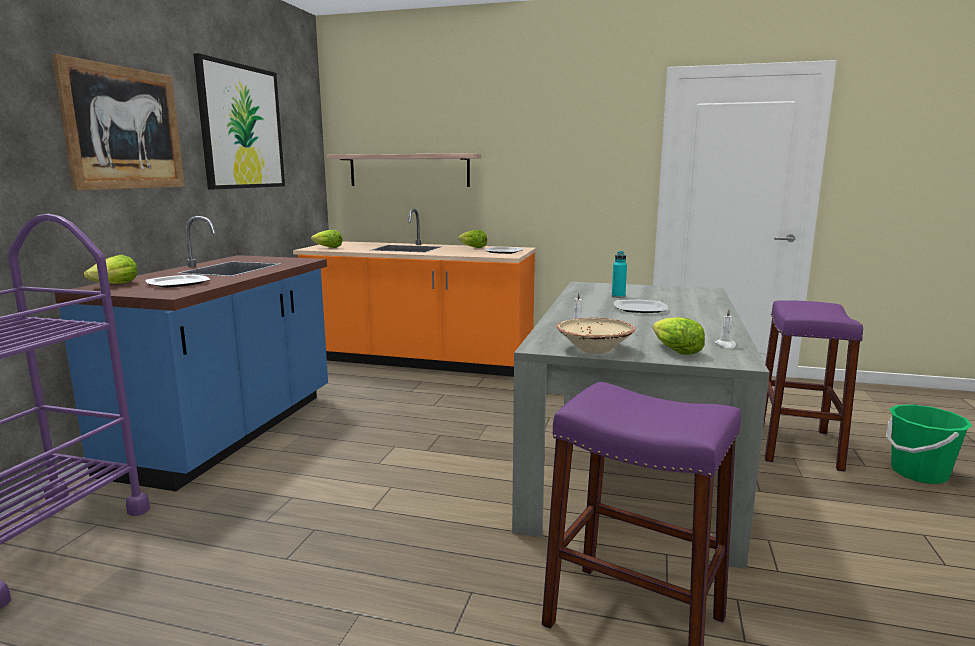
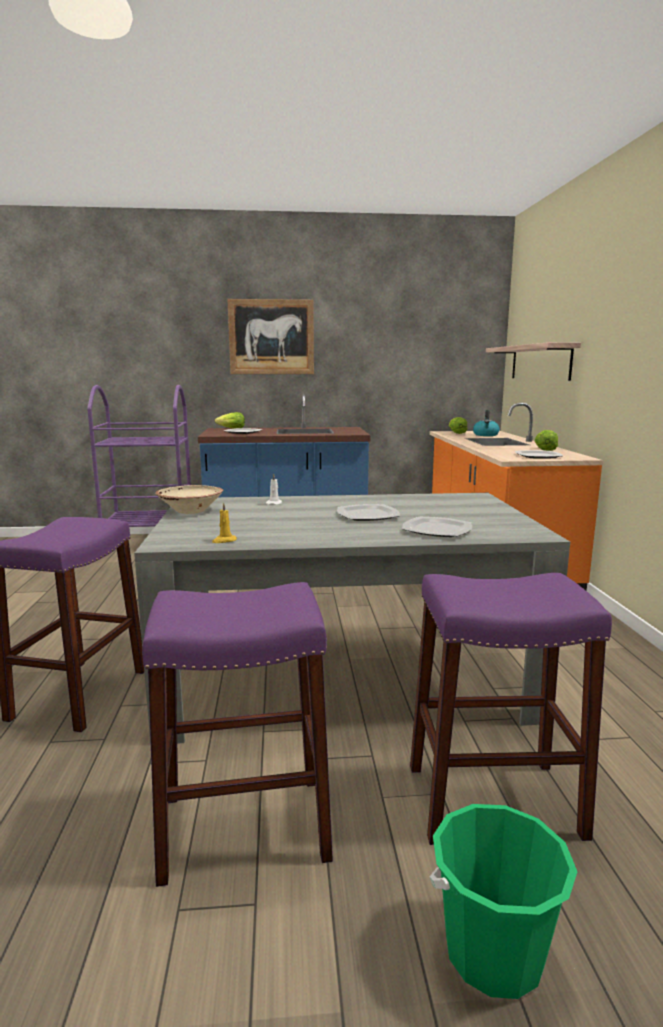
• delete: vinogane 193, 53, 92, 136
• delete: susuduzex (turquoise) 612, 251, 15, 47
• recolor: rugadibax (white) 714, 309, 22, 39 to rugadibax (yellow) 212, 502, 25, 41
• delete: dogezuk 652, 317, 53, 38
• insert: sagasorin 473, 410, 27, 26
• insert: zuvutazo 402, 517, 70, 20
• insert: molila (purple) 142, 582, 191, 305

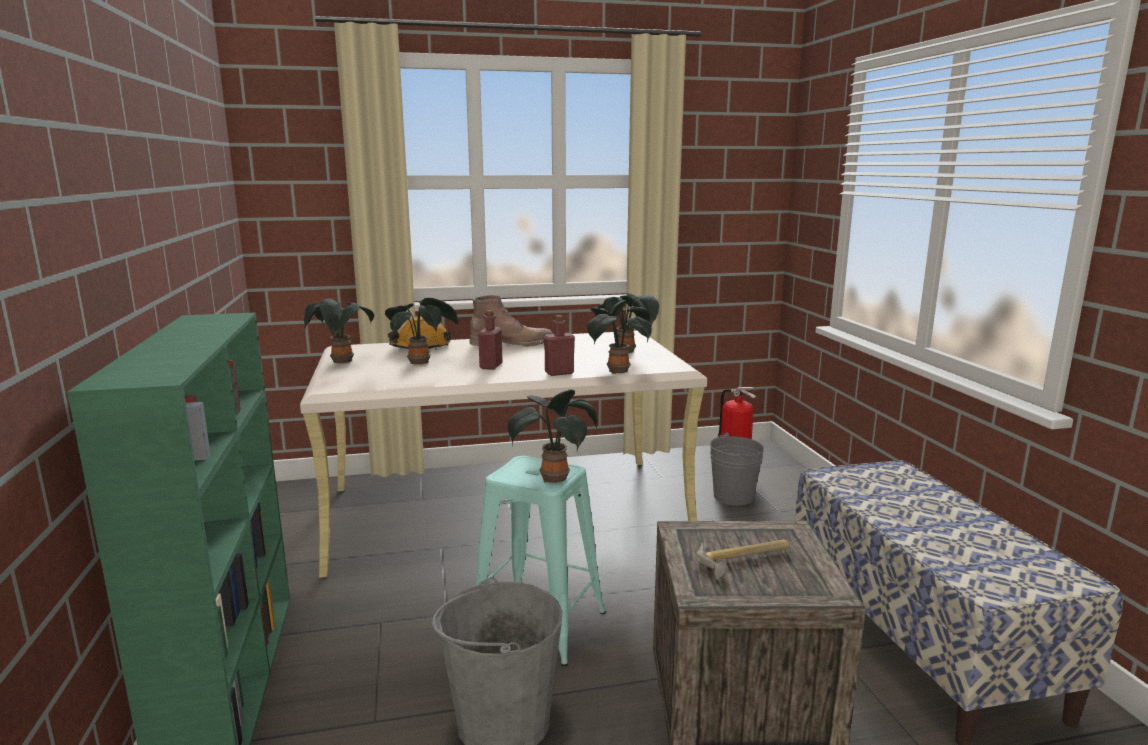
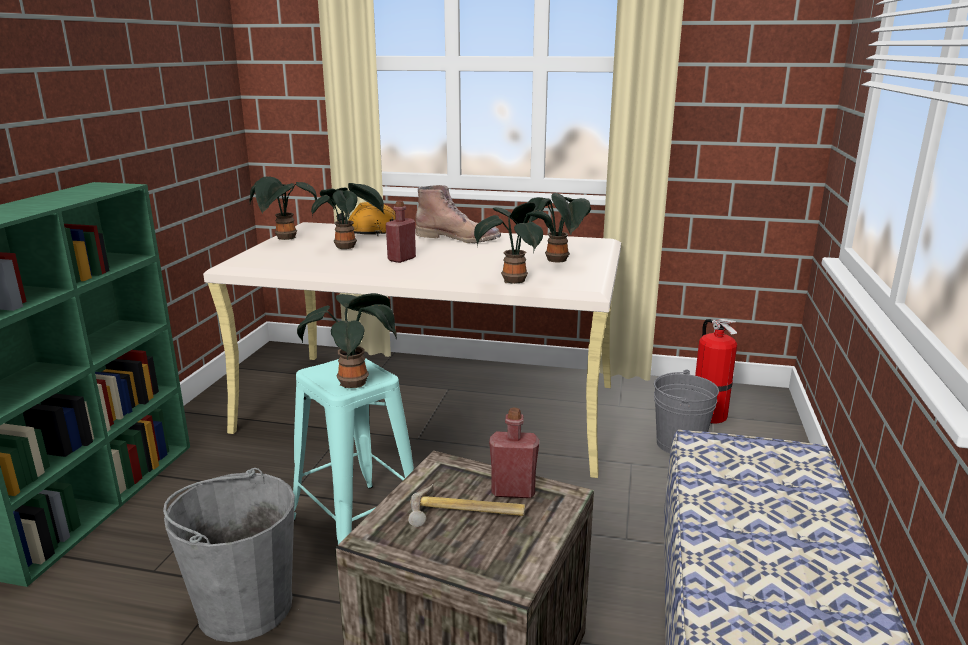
• move: susuduzex (red) 544, 315, 31, 61 to 489, 408, 50, 90

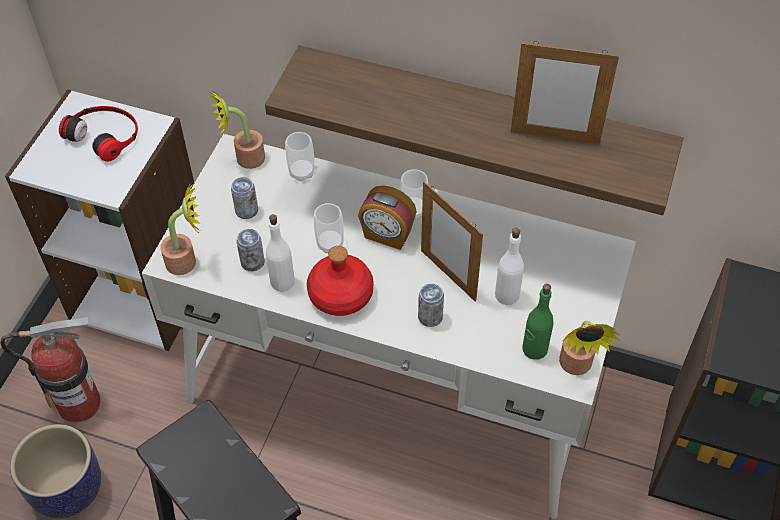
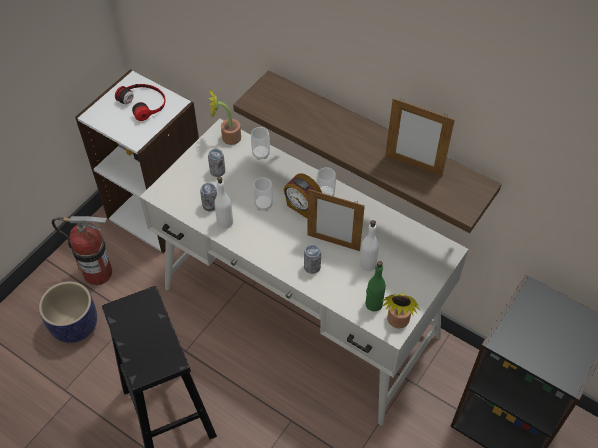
• rotate: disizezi 421, 181, 62, 121 = 307, 189, 58, 62 45 degrees counterclockwise
• delete: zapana 160, 182, 41, 93
• delete: susuduzex (red) 307, 246, 67, 70

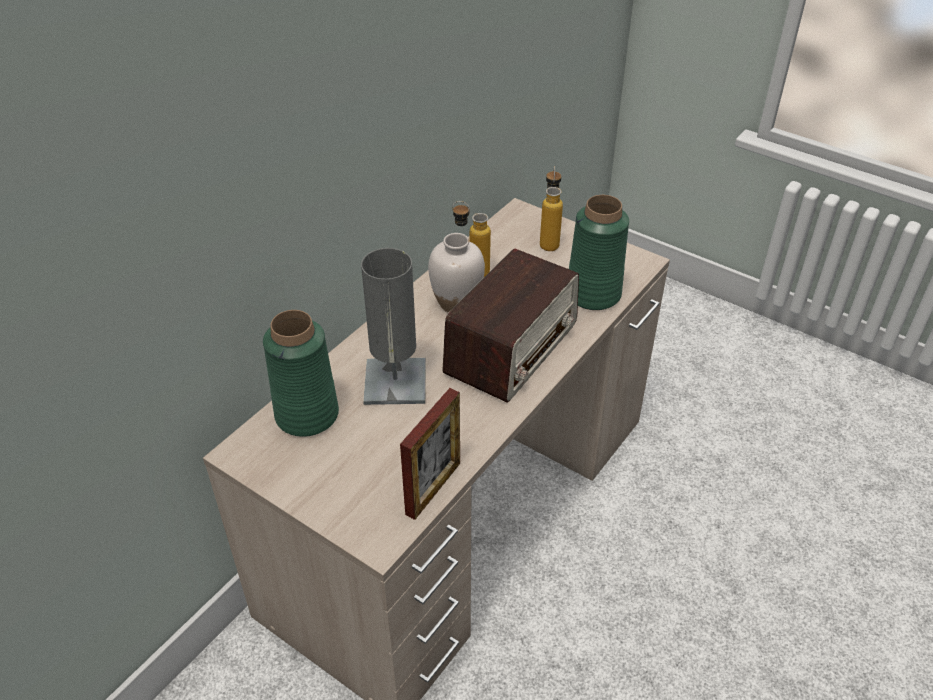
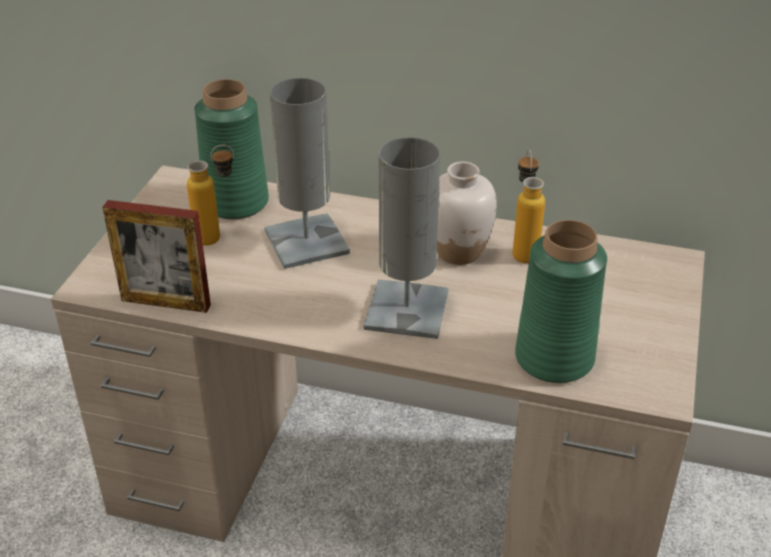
• move: susuduzex 540, 166, 23, 85 to 187, 145, 47, 101
• replace: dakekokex 442, 248, 137, 155 to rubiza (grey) 364, 137, 85, 202

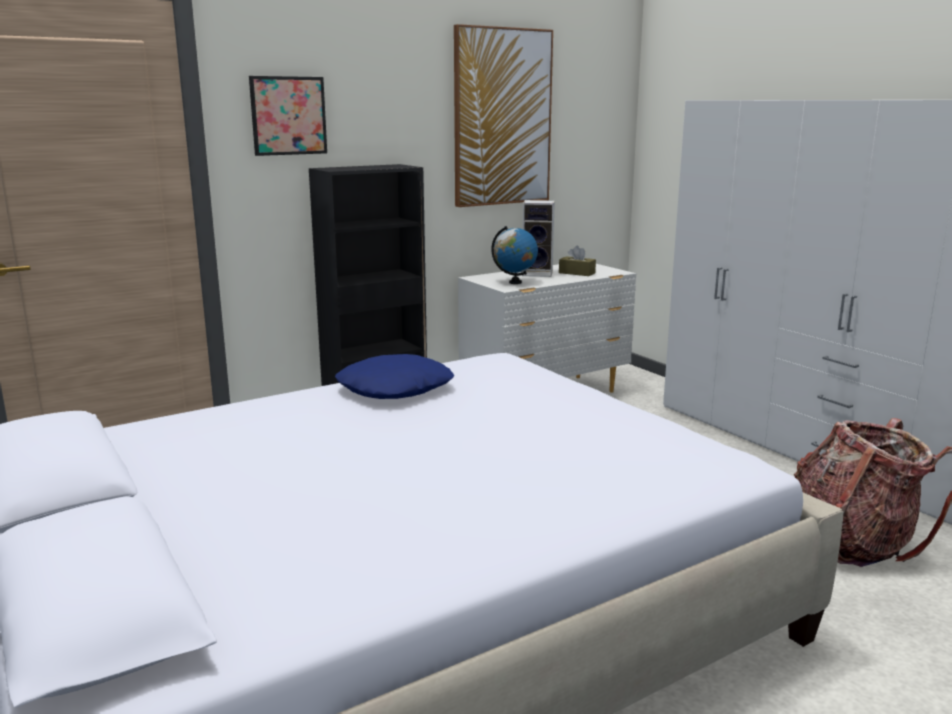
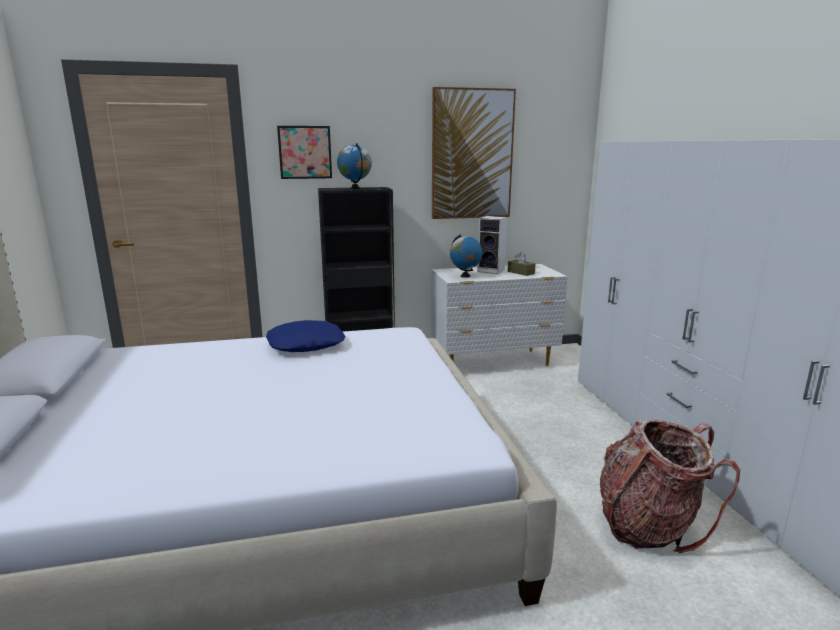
• insert: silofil 337, 143, 35, 46

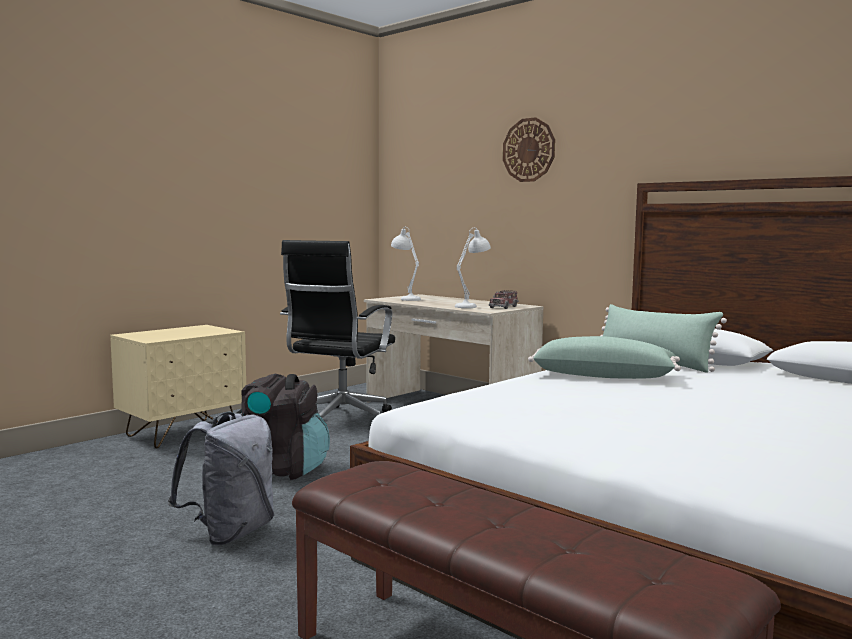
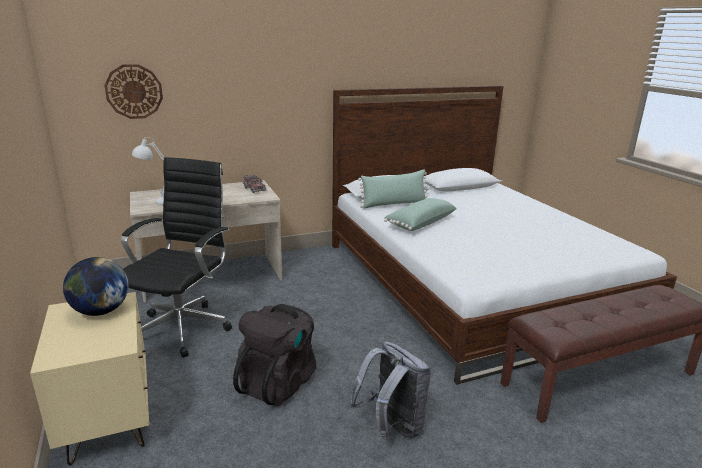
• move: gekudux 503, 117, 52, 65 to 104, 64, 59, 55
• delete: rubiza (white) 455, 227, 36, 81
• rotate: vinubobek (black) 280, 240, 115, 177 = 121, 157, 111, 201 120 degrees counterclockwise
• insert: silofil 63, 257, 65, 59

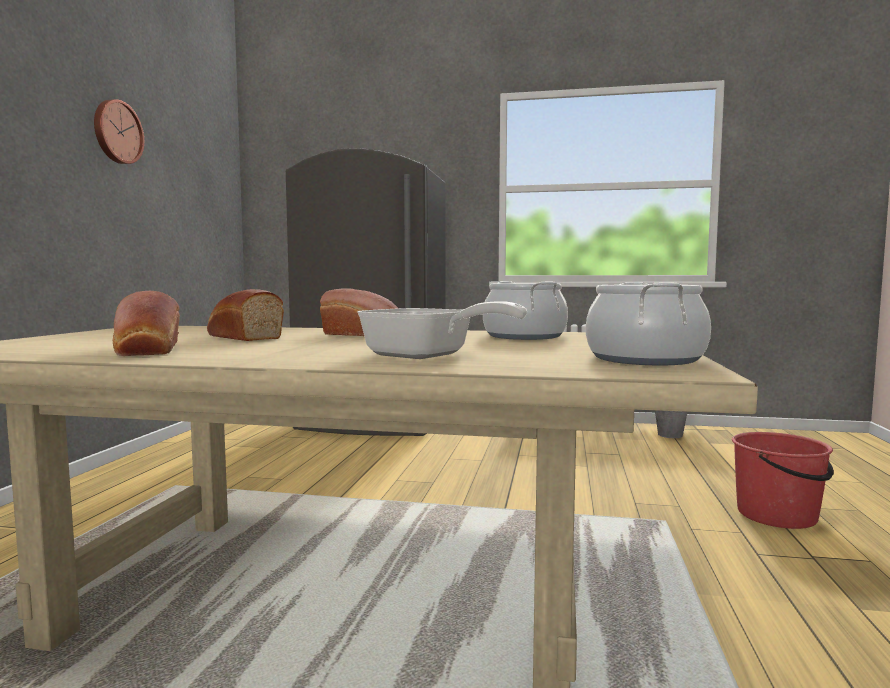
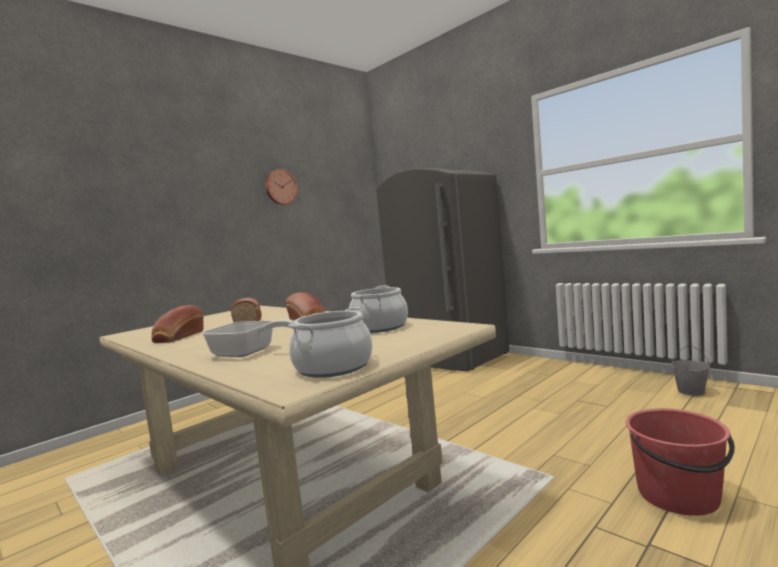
• rotate: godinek 357, 301, 170, 58 = 202, 319, 92, 38 45 degrees counterclockwise

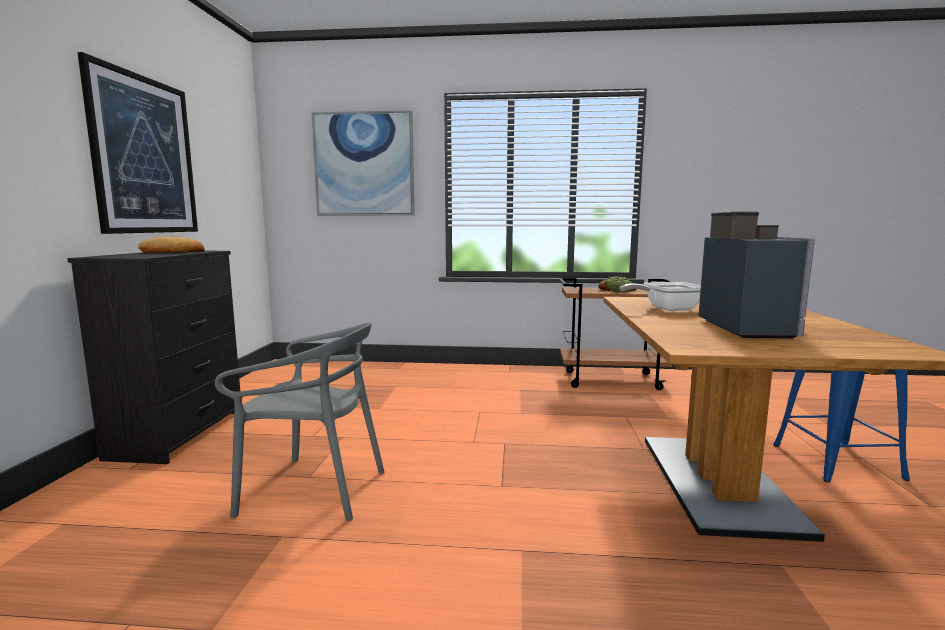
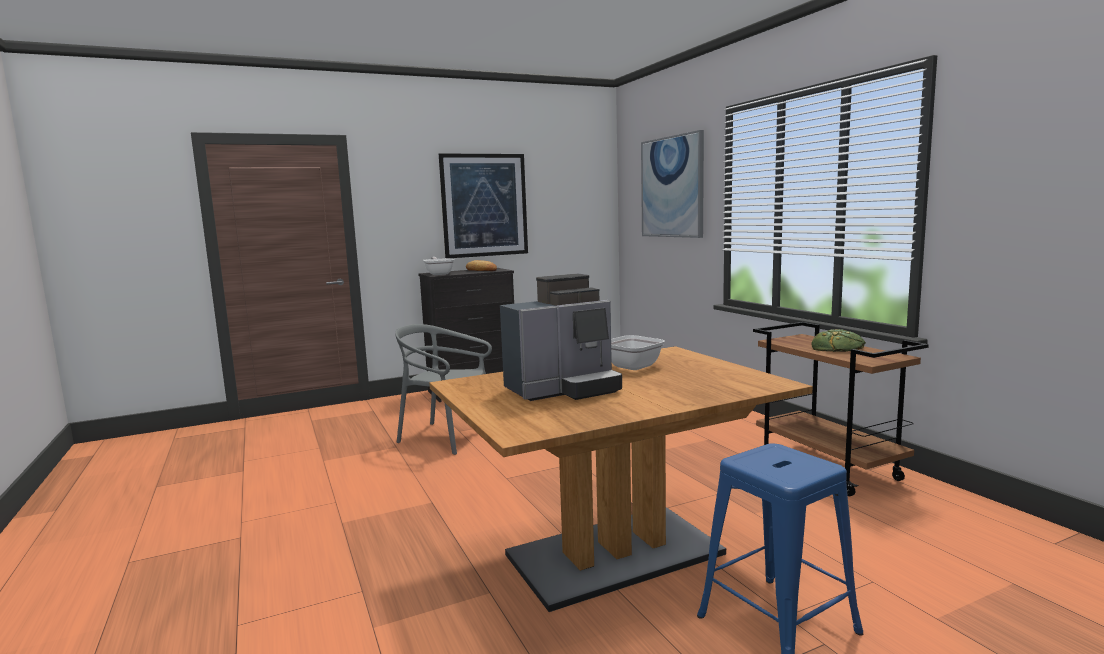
• rotate: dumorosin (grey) 215, 322, 170, 199 = 395, 324, 97, 131 135 degrees clockwise
• insert: godinek 423, 257, 31, 18

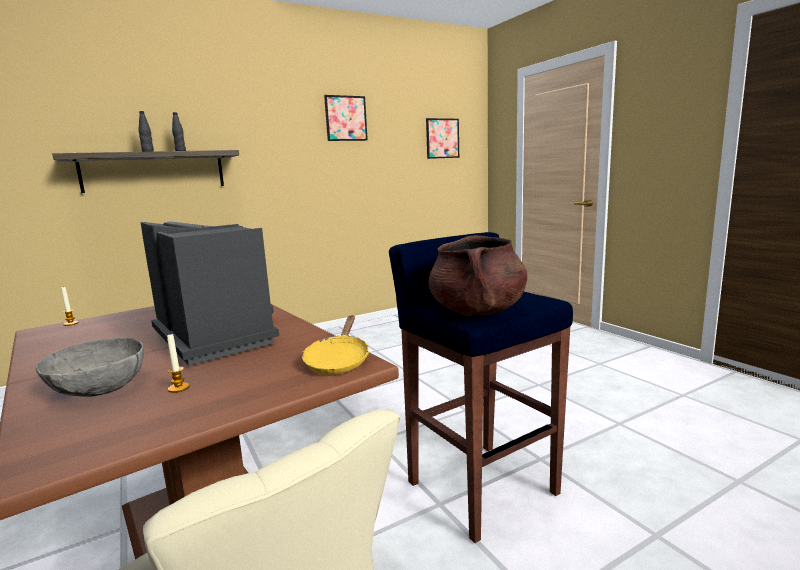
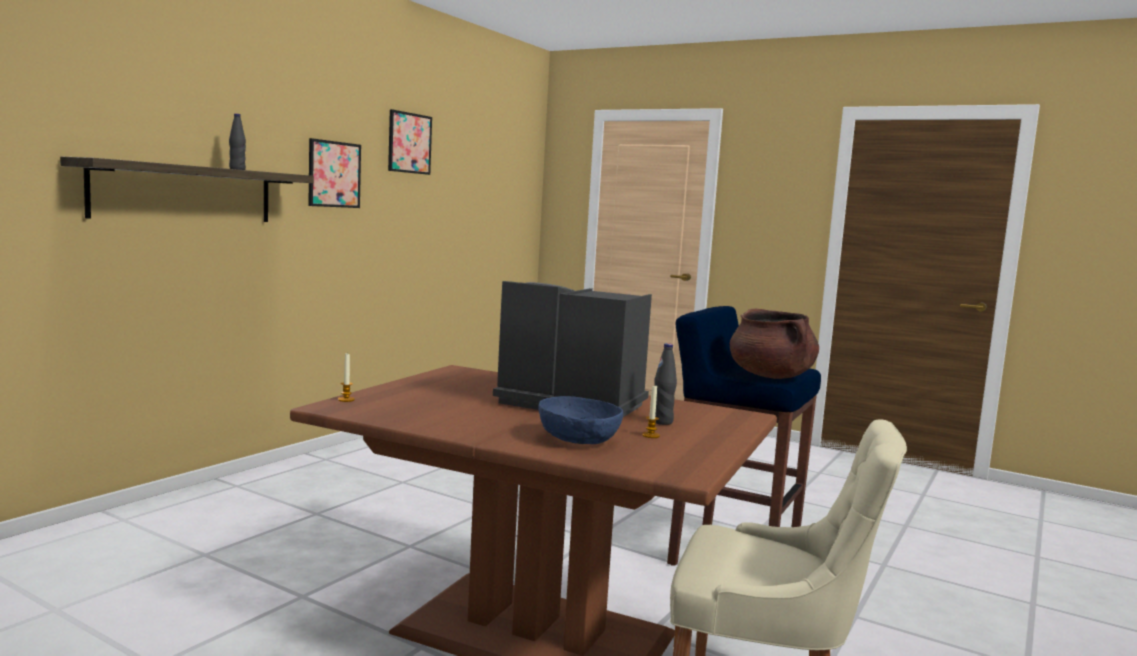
• move: susuduzex (black) 138, 111, 16, 41 to 654, 343, 23, 82
• move: vinogane 426, 118, 33, 41 to 308, 138, 53, 70
• delete: godinek (yellow) 302, 315, 67, 60
• recolor: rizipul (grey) 36, 338, 108, 59 to rizipul (blue) 538, 396, 85, 48

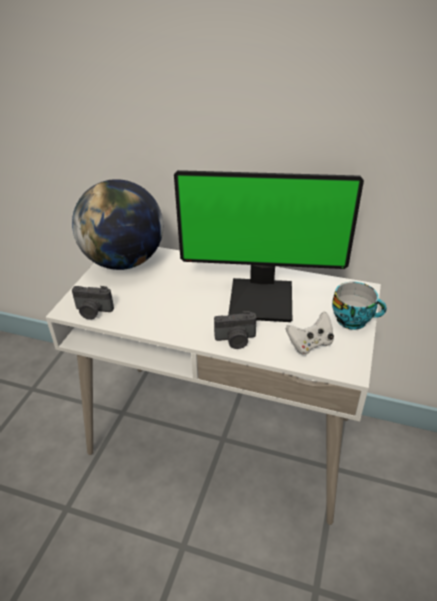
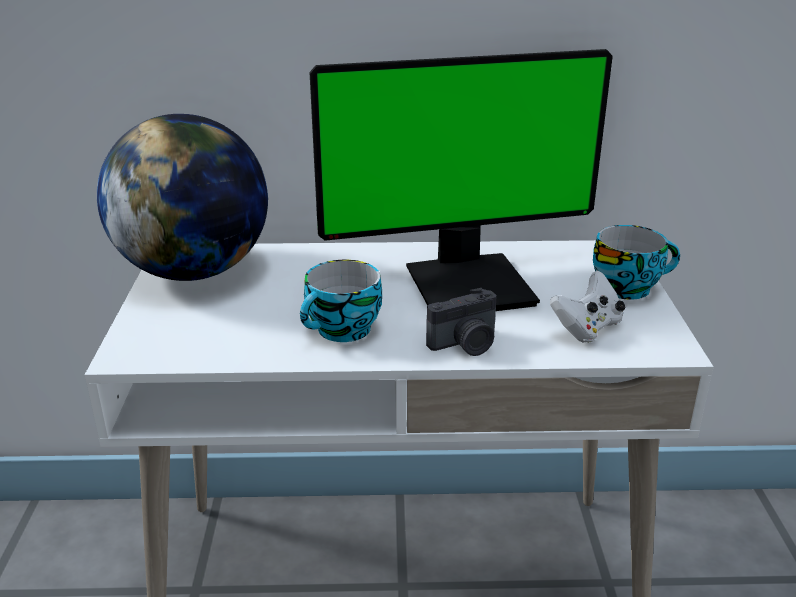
• delete: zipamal 72, 286, 42, 34
• insert: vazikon 300, 260, 82, 82

